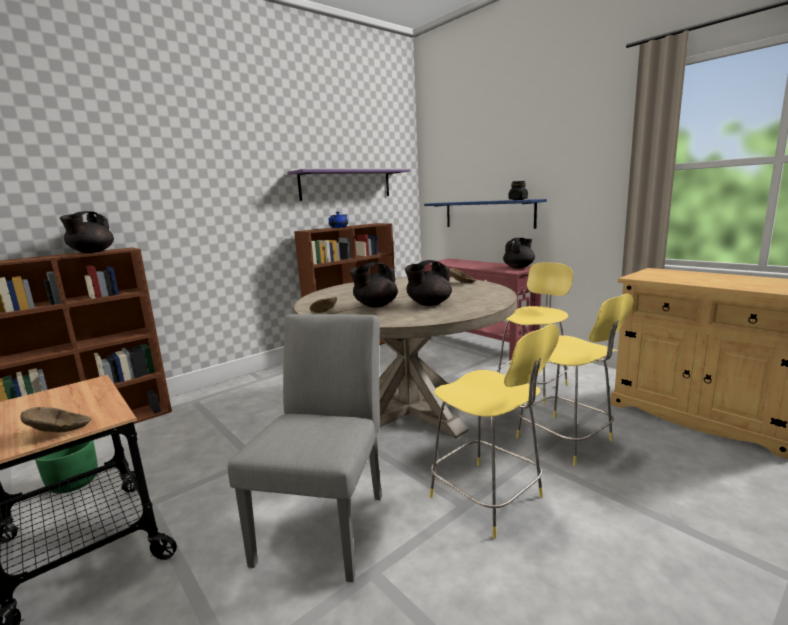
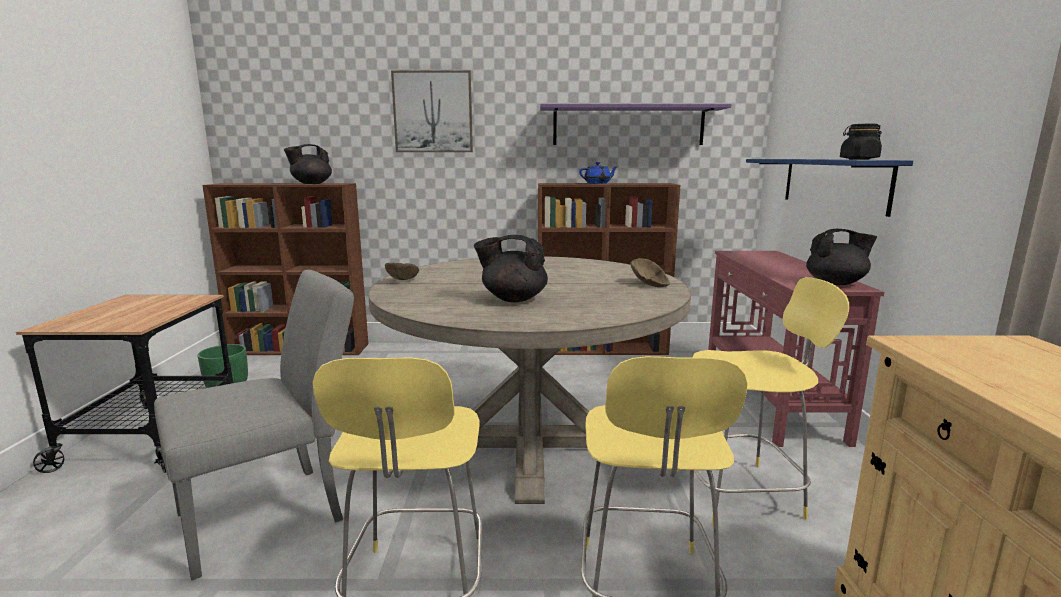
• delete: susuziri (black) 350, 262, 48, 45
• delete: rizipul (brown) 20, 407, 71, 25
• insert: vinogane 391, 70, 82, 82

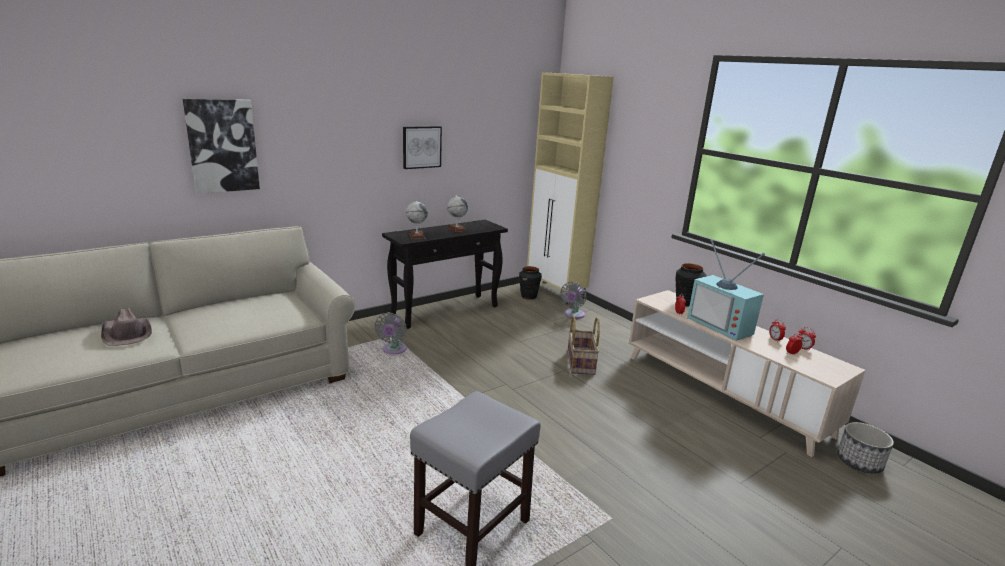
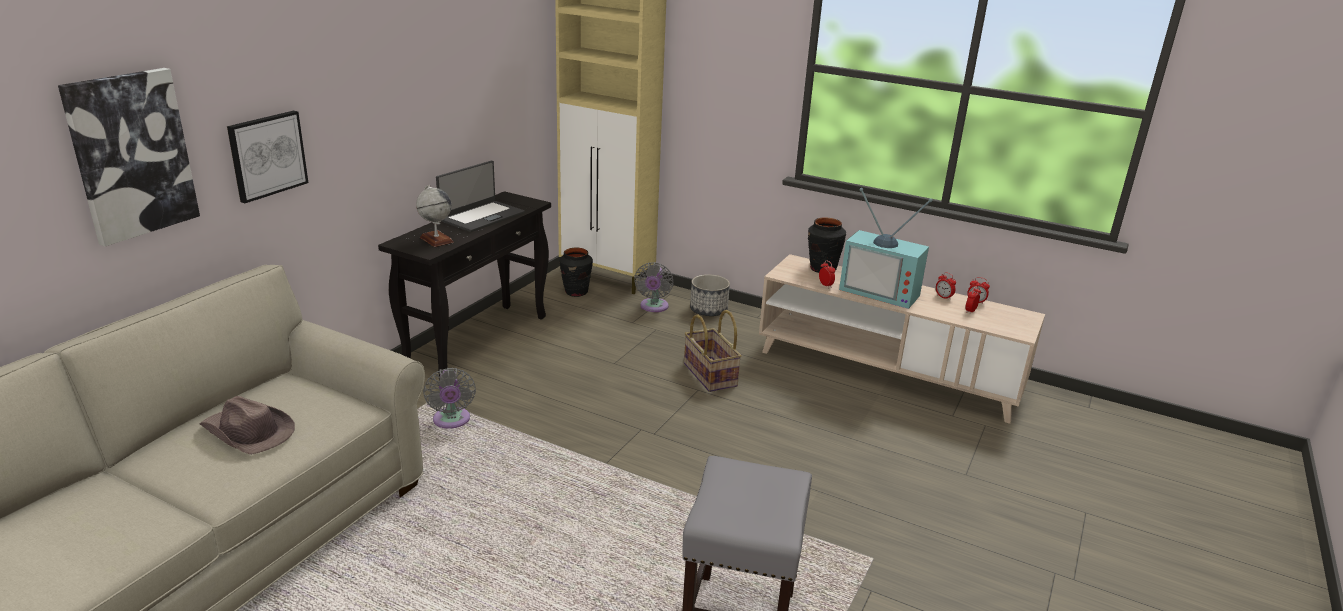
• move: vinogane 403, 126, 39, 43 to 227, 111, 81, 92
• replace: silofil 447, 195, 21, 37 to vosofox 436, 161, 89, 71
• move: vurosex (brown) 101, 308, 51, 38 to 200, 396, 95, 59
• move: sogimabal 837, 422, 57, 52 to 690, 274, 40, 42

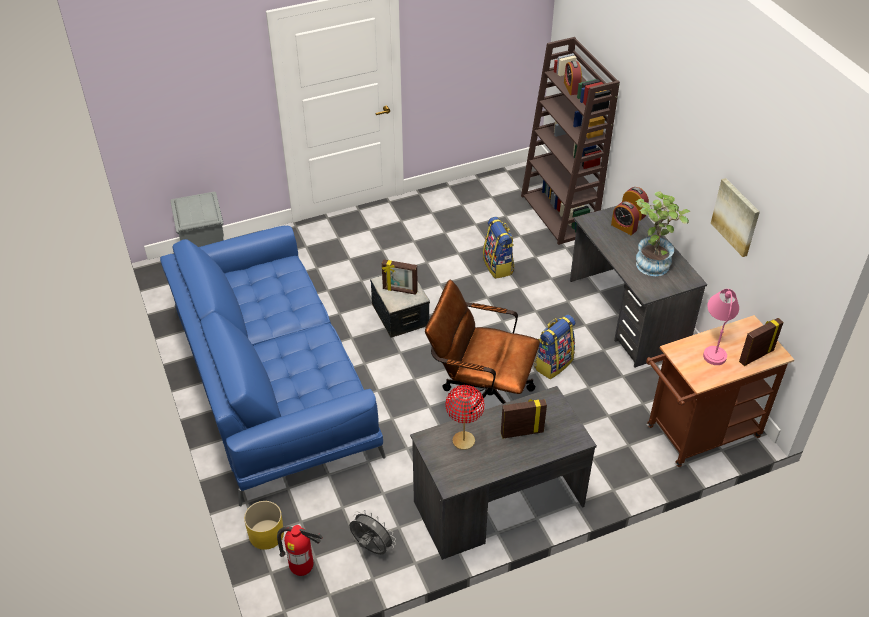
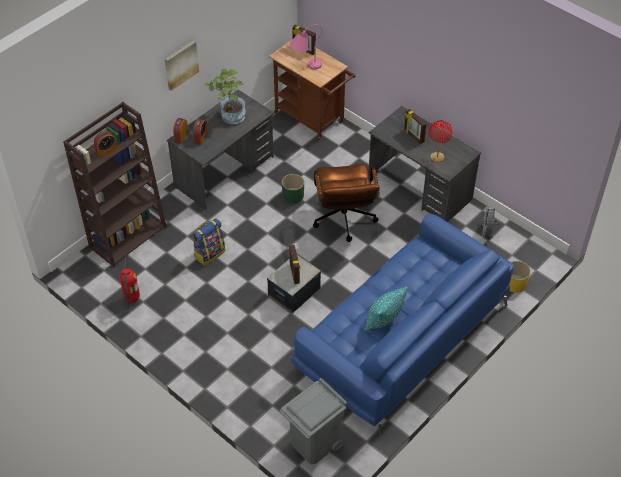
• move: vinogane 711, 178, 49, 79 to 165, 40, 34, 51
• replace: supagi 534, 314, 42, 65 to sogimabal (green) 282, 174, 22, 30
• move: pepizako 277, 525, 46, 51 to 120, 257, 20, 50
• insert: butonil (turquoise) 364, 286, 43, 45

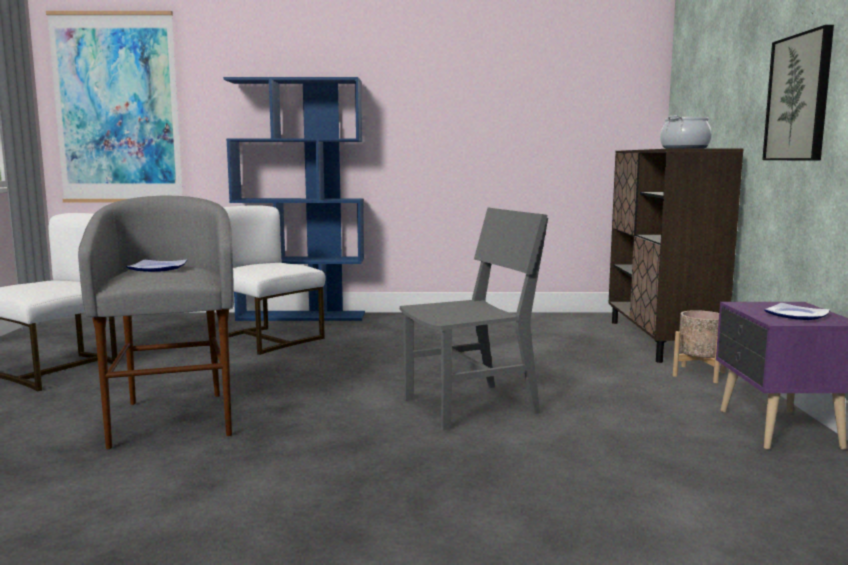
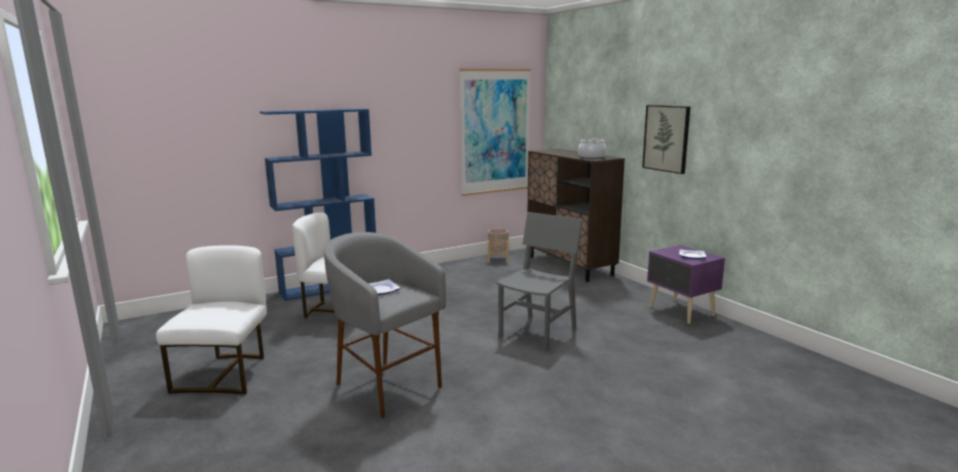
• move: vinogane 46, 11, 137, 191 to 460, 68, 71, 128
• move: sogimabal (beige) 673, 310, 53, 73 to 488, 229, 21, 34

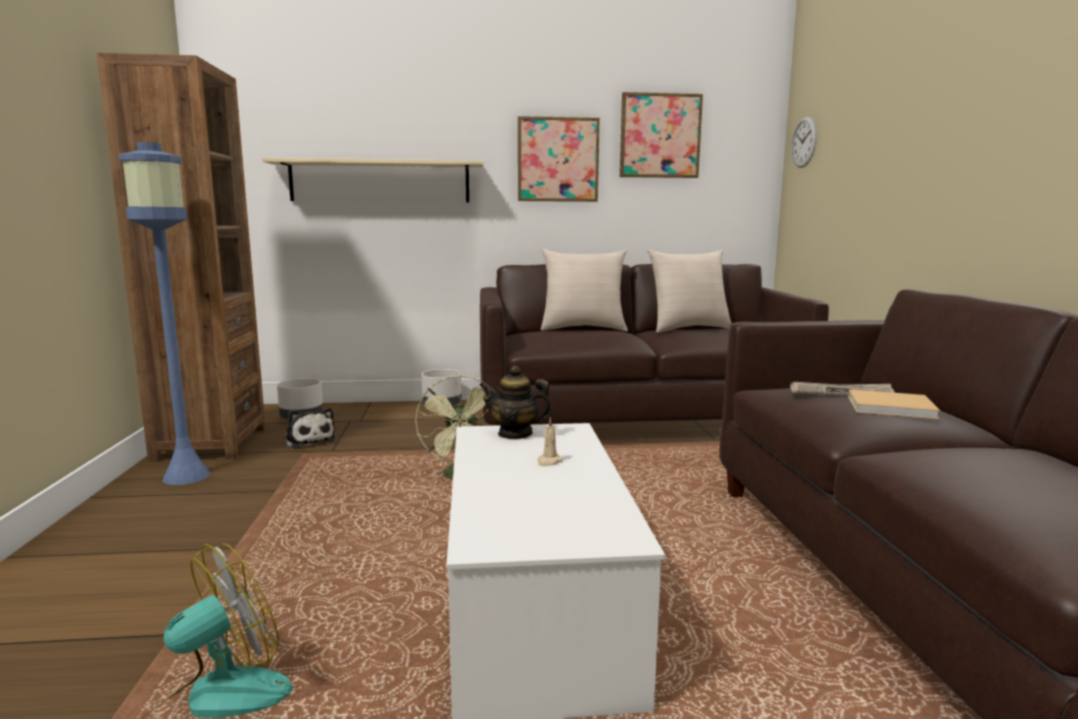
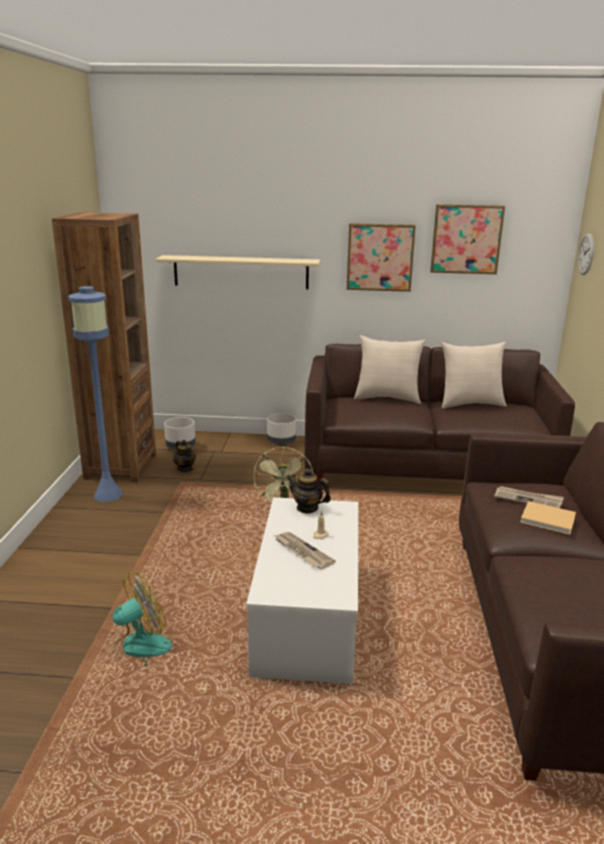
• replace: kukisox 285, 408, 50, 40 to susuziri 173, 440, 23, 32
• insert: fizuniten 274, 532, 61, 37

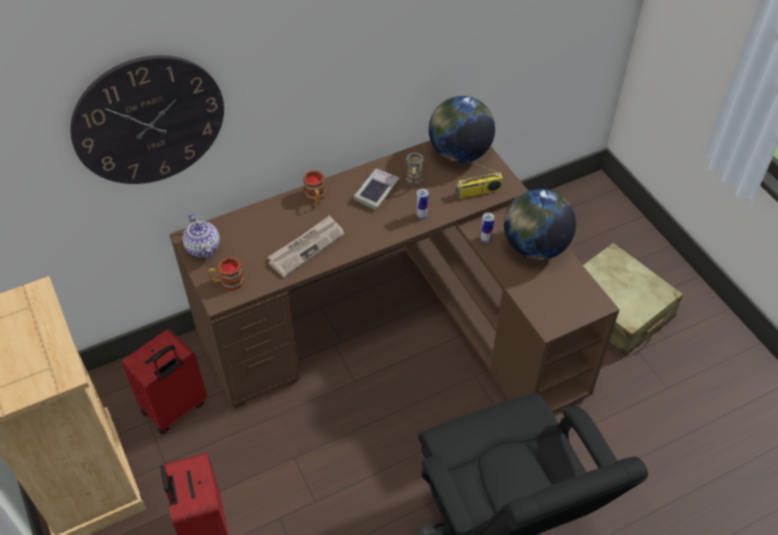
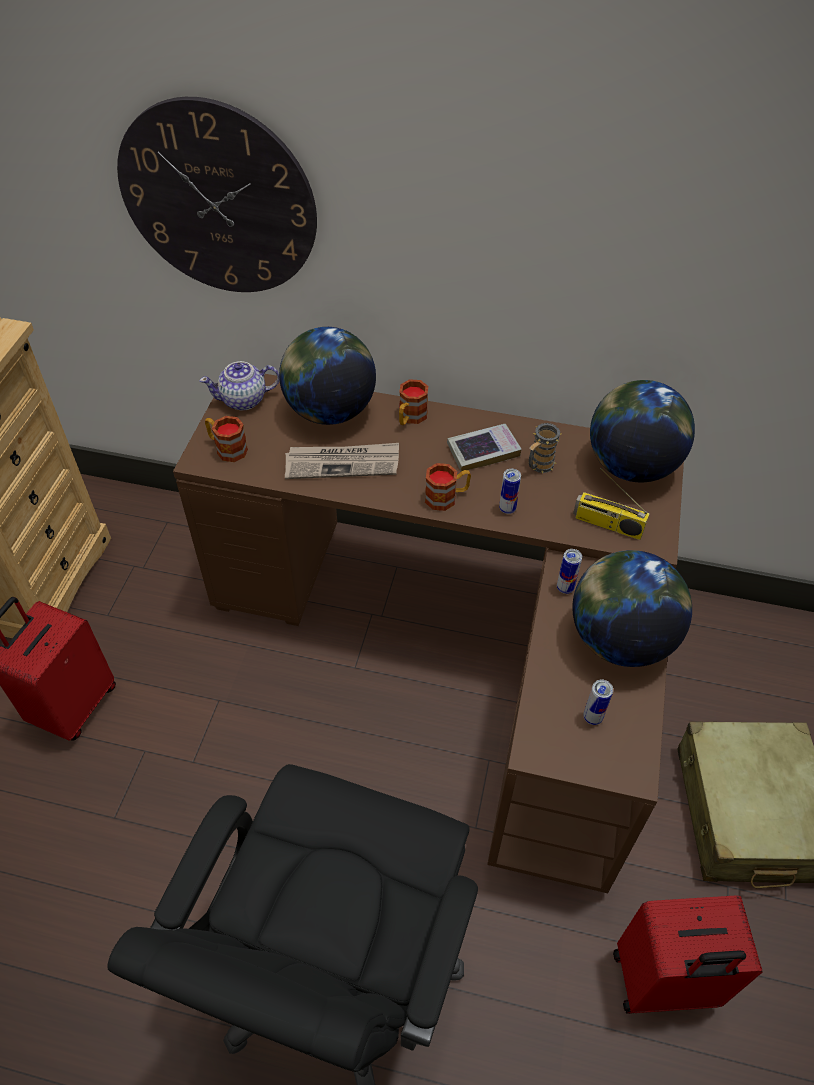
• rotate: susuziri 183, 214, 37, 45 = 199, 361, 81, 49 60 degrees clockwise
• move: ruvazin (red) 122, 329, 85, 105 to 613, 896, 150, 118
• insert: silofil 279, 327, 97, 98
• insert: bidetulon 425, 463, 46, 48
• insert: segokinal 583, 680, 30, 45

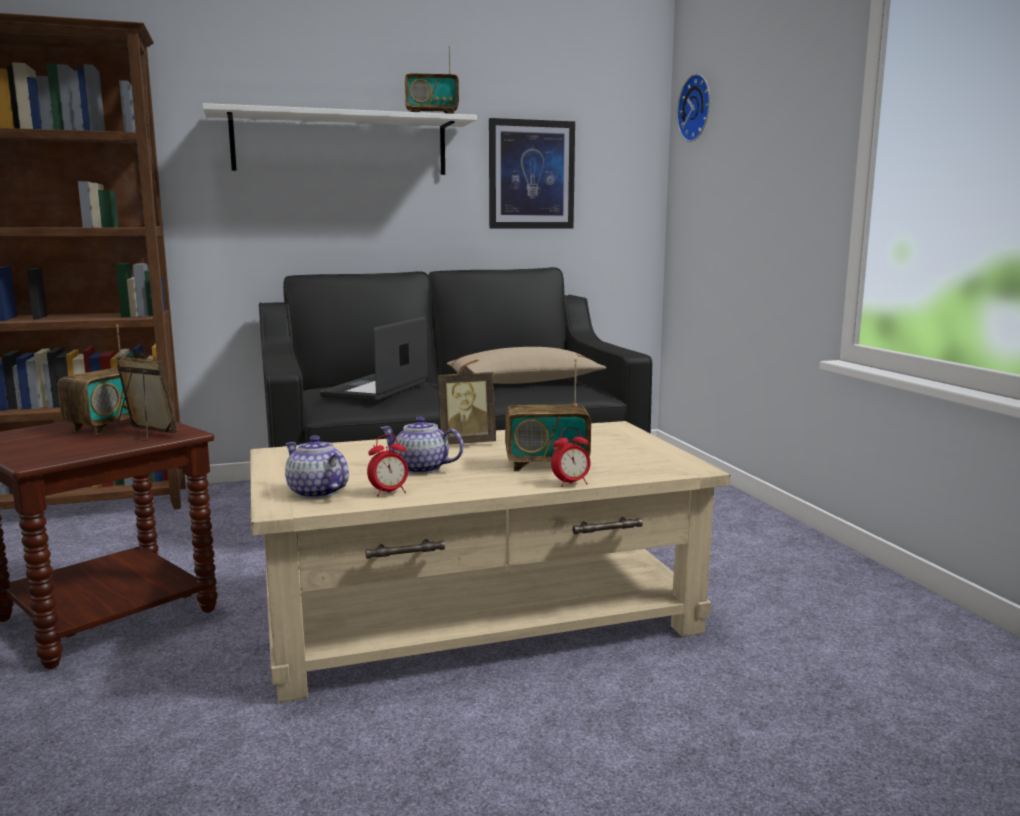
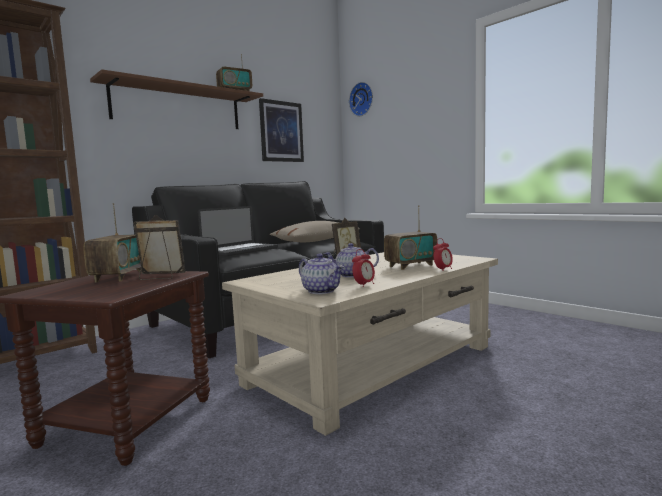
• recolor: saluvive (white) 202, 103, 275, 72 to saluvive (brown) 90, 69, 173, 60
• rotate: vosofox 320, 317, 107, 84 = 198, 206, 80, 50 135 degrees counterclockwise
• rotate: susuziri 285, 435, 64, 64 = 299, 253, 45, 41 150 degrees counterclockwise

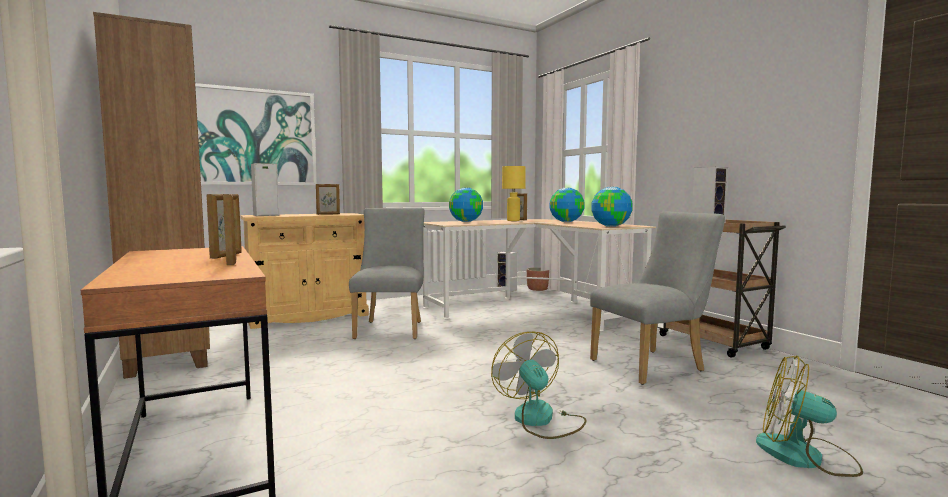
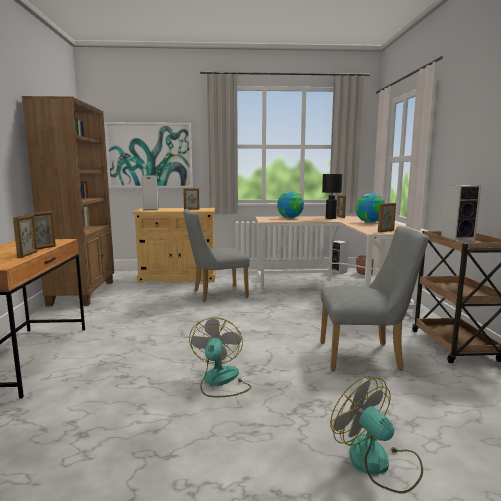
• recolor: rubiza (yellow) 502, 166, 24, 55 to rubiza (black) 322, 174, 20, 45
• replace: silofil 591, 187, 42, 40 to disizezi 378, 203, 18, 29
• rotate: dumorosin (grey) 349, 208, 76, 131 = 184, 209, 66, 93 135 degrees counterclockwise

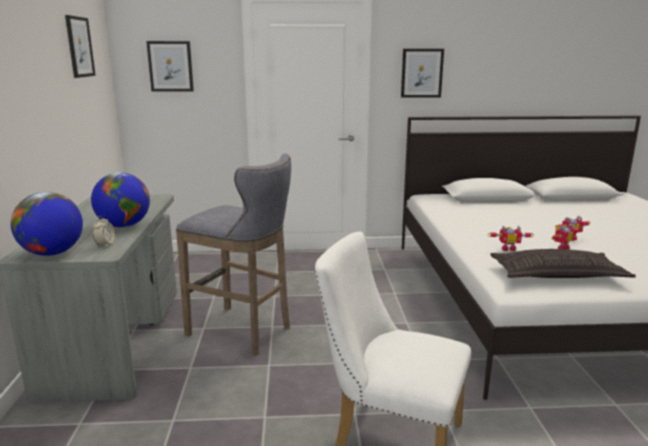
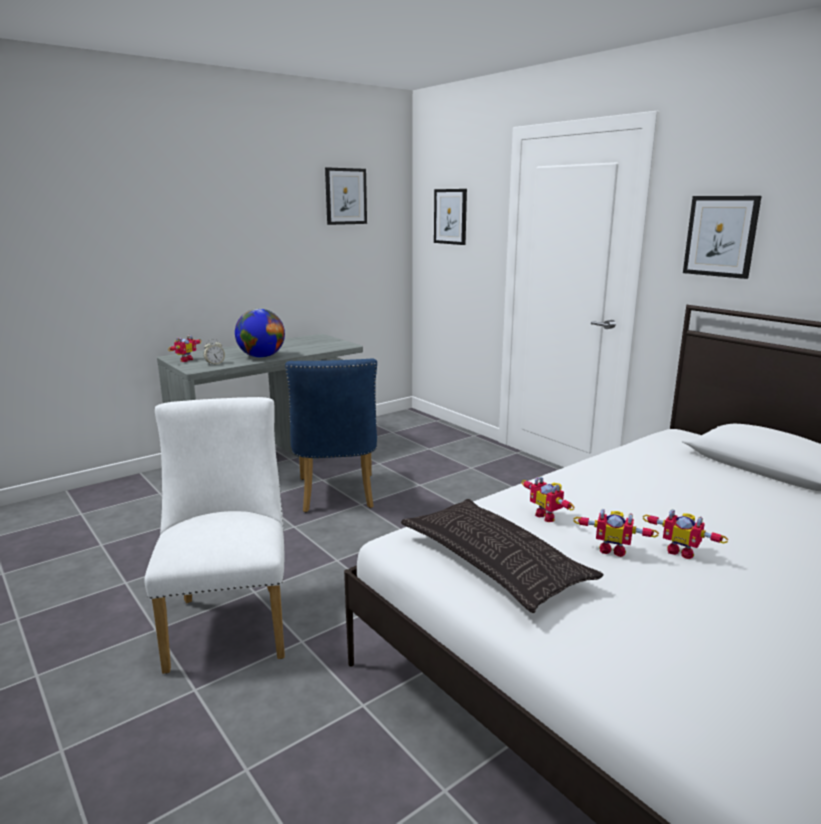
• replace: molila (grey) 176, 153, 115, 203 to dumorosin (blue) 285, 358, 92, 155
• replace: silofil 11, 192, 72, 64 to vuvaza 168, 335, 33, 27

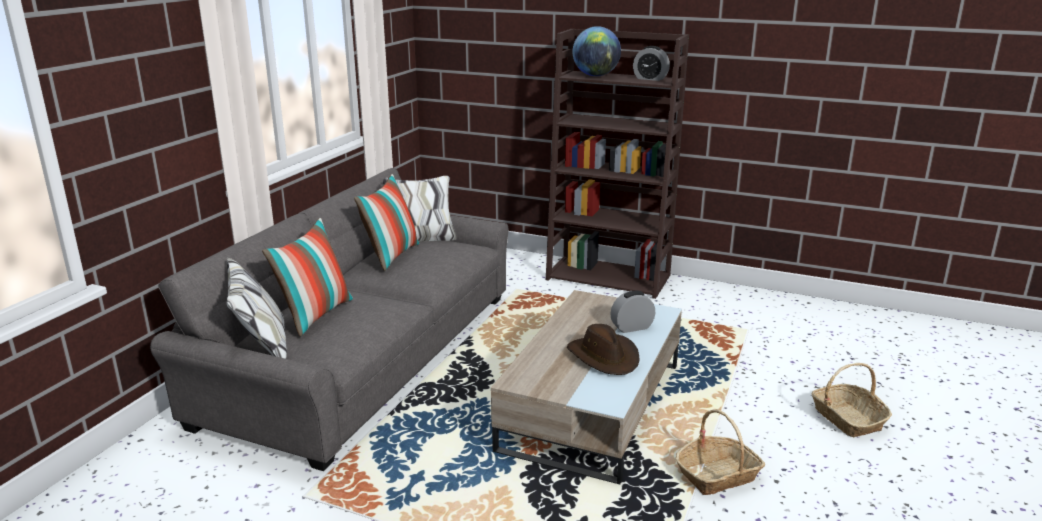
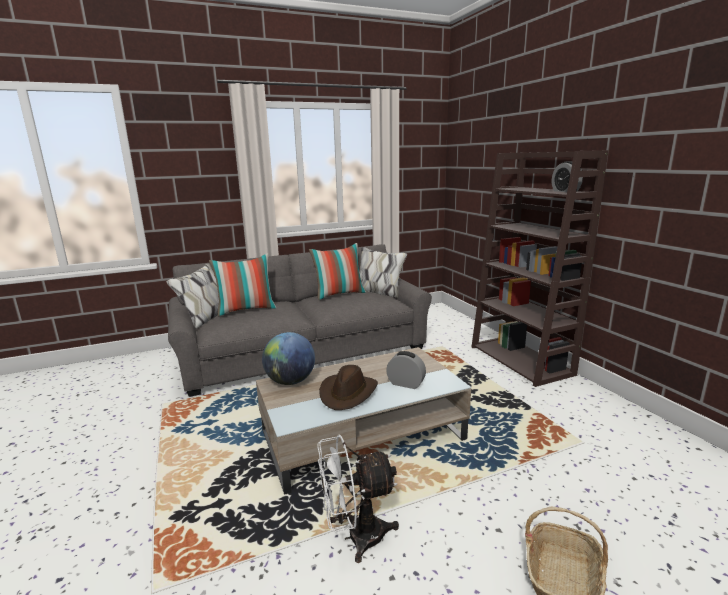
• move: silofil 573, 26, 48, 50 to 262, 332, 53, 53
• replace: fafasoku 676, 409, 89, 86 to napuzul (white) 317, 434, 82, 129

